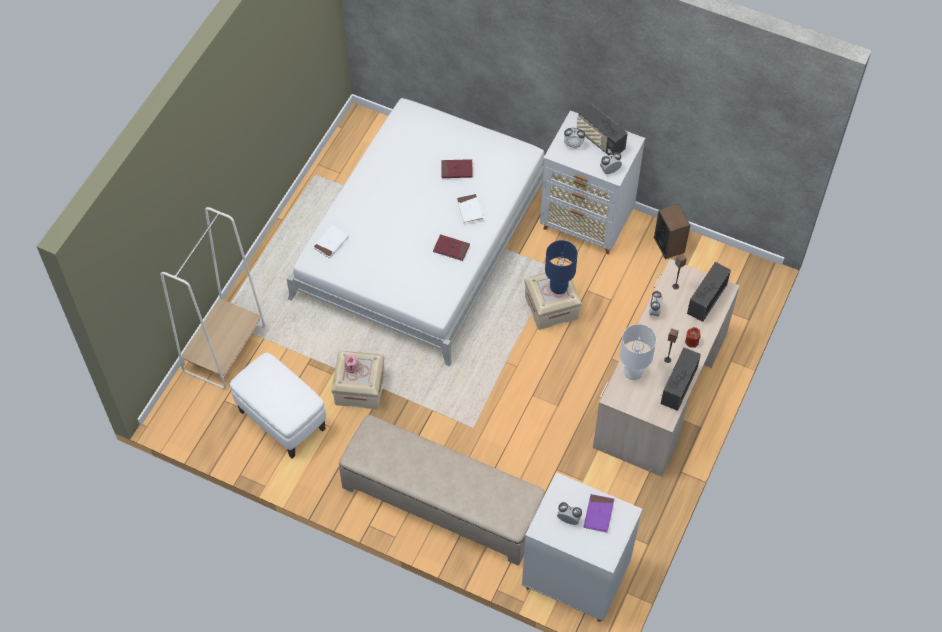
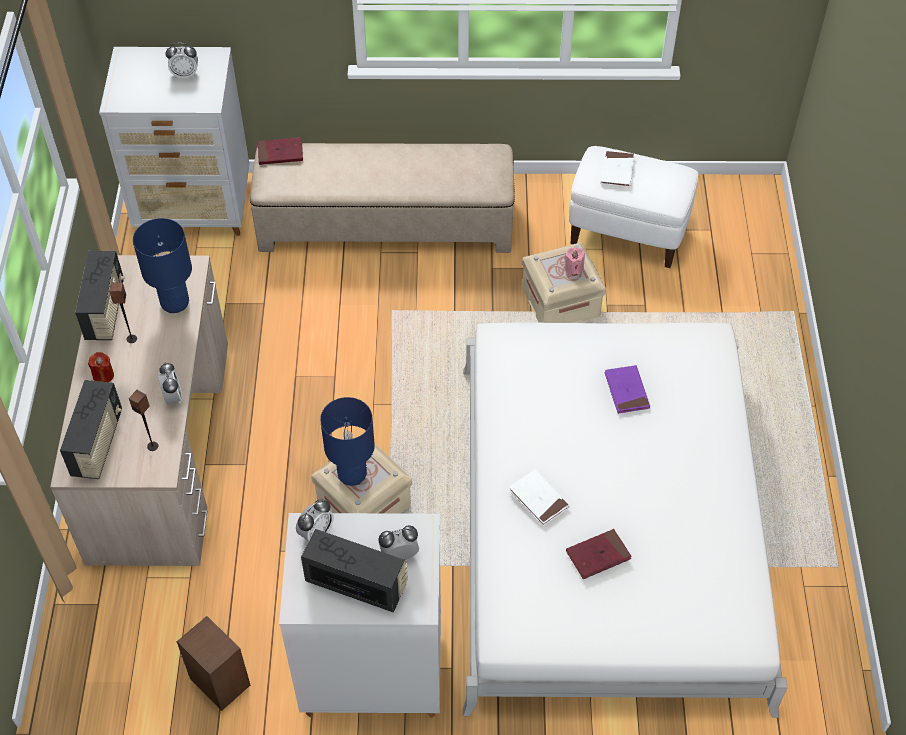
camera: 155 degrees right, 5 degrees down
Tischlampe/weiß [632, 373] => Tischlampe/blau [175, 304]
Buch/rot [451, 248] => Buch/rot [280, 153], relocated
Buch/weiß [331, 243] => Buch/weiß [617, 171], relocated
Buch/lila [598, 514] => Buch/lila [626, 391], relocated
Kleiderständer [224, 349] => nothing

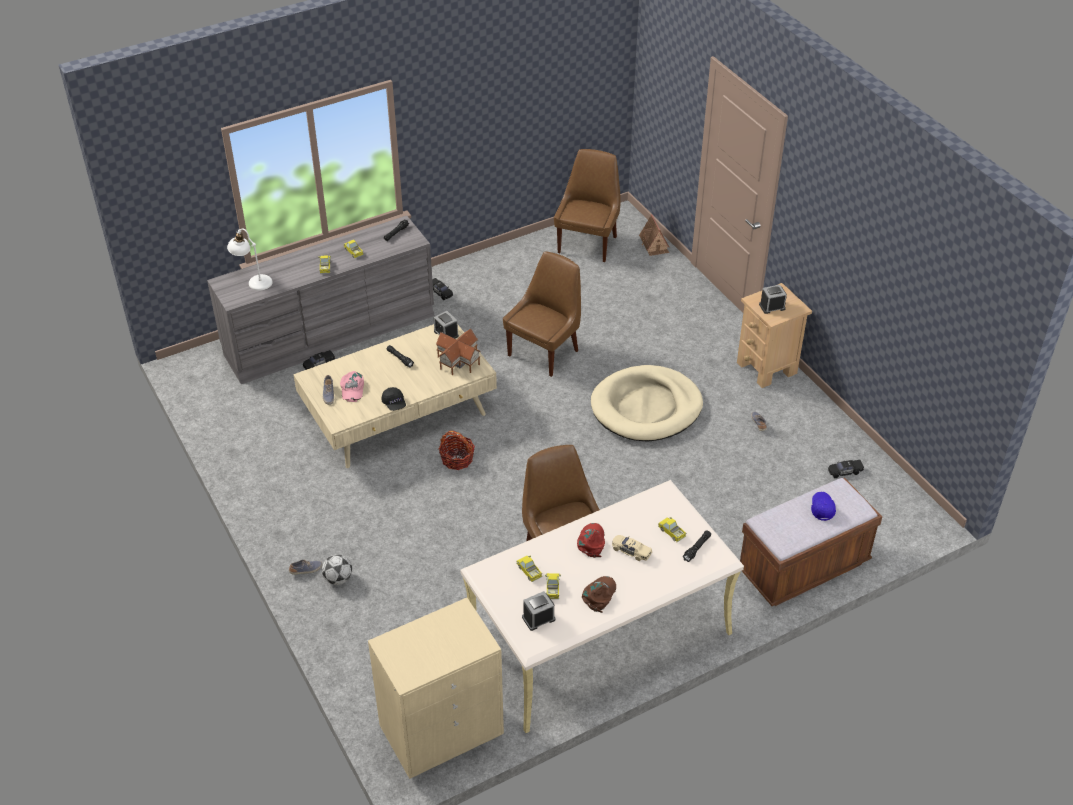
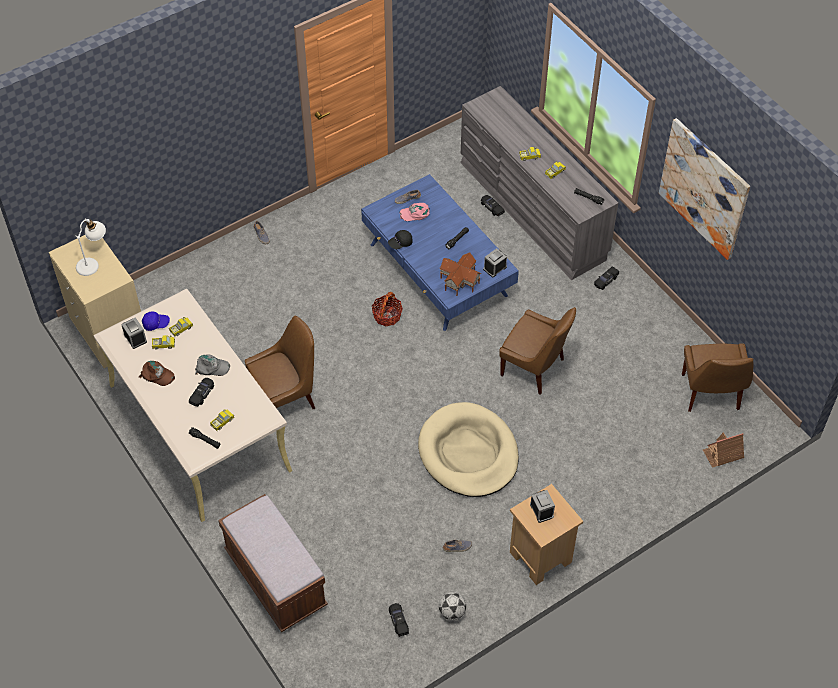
camera: 85 degrees right, 10 degrees up
Tischlampe/weiß [252, 279] => Tischlampe/weiß [93, 260], relocated
Kappe/blau [822, 508] => Kappe/blau [156, 324], relocated
Spielzeugauto/beige [631, 551] => Spielzeugauto/schwarz [202, 394]
Kappe/rot [591, 542] => Kappe/grau [212, 367]
Couchtisch/beige [399, 414] => Couchtisch/blau [437, 270]
Fußball [338, 579] => Fußball [452, 612], relocated
nothing => Bild [704, 188]
Stuhl/braun [588, 243] => Stuhl/braun [710, 394], 75 degrees clockwise

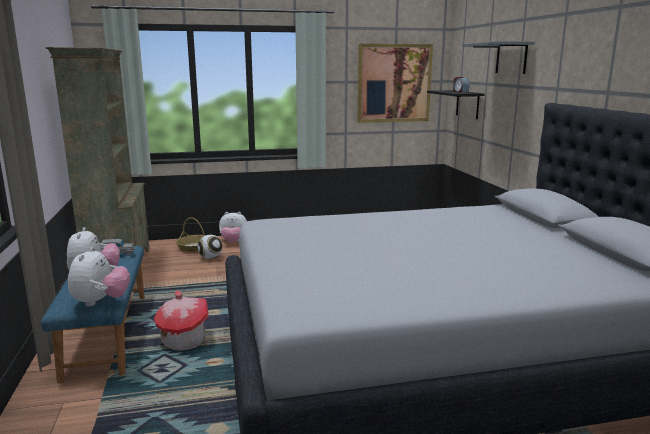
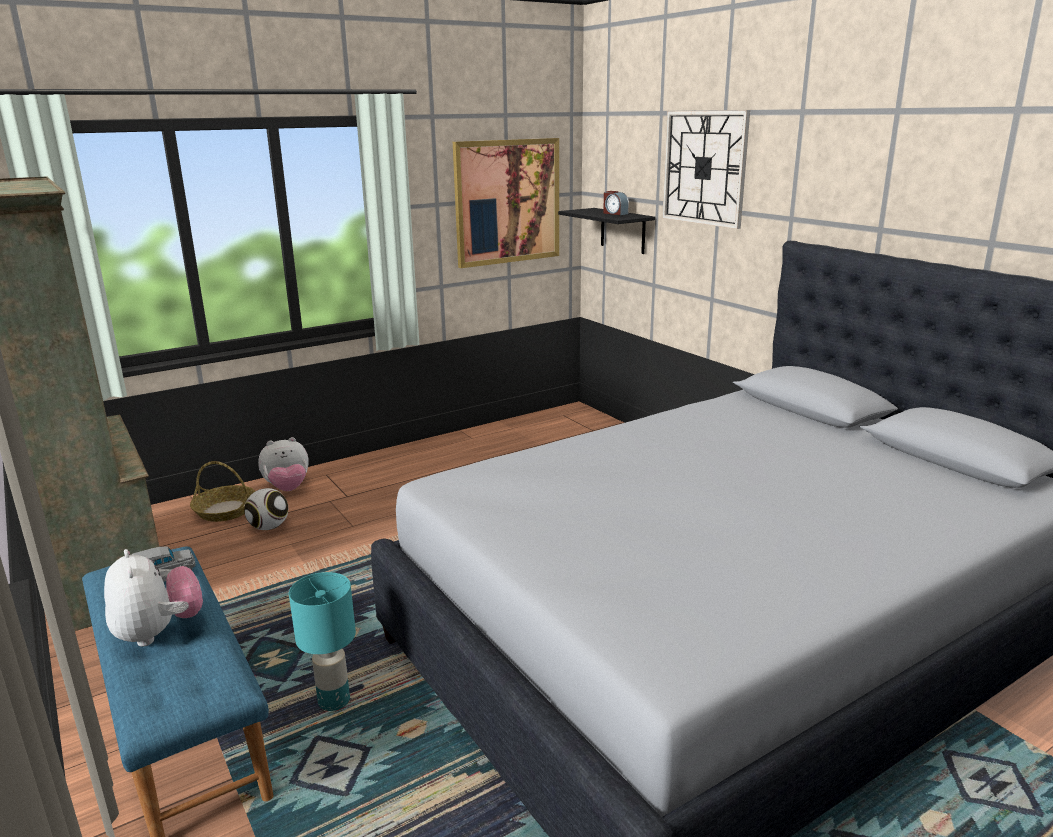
camera: 20 degrees left, 5 degrees up
Spielzeughaus [184, 340] => Tischlampe/türkis [333, 700]
Wandregal/grau [511, 58] => Wanduhr [704, 168]
Plüschtier [101, 302] => nothing

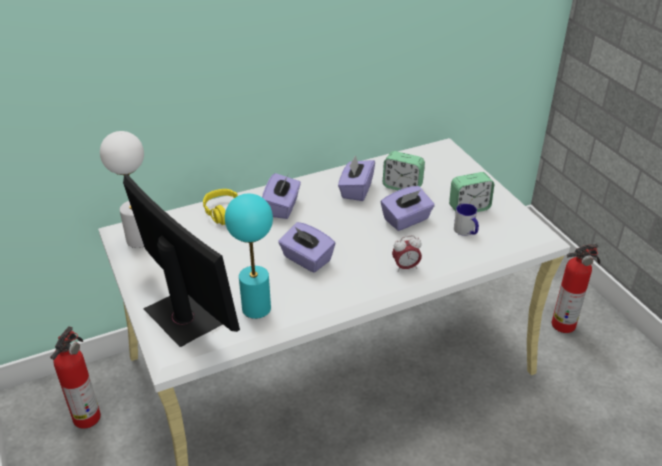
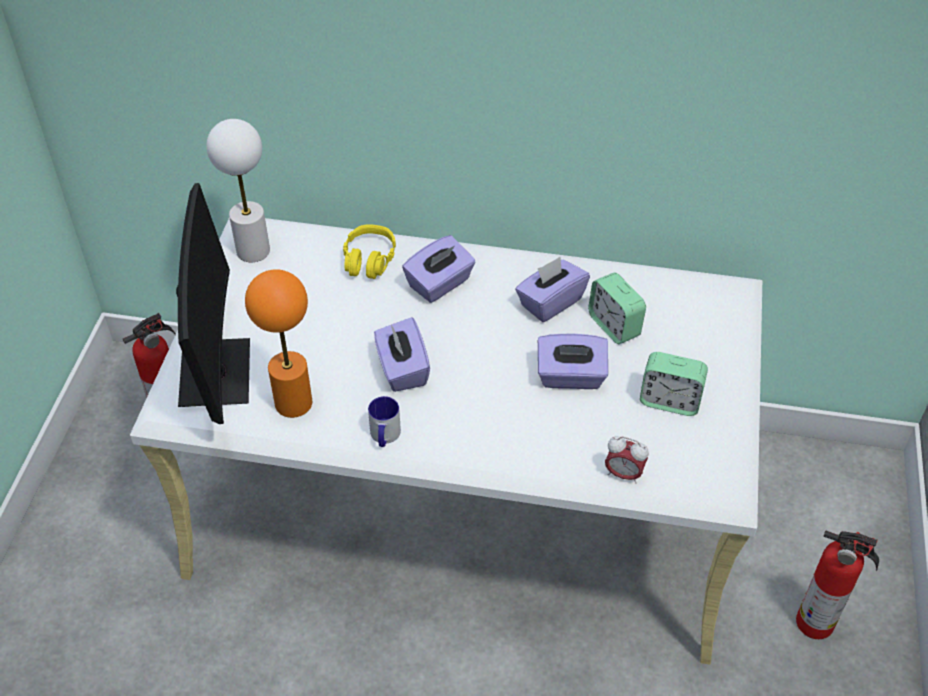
camera: 35 degrees right, 10 degrees up
Tischlampe/türkis [256, 308] => Tischlampe/orange [293, 403]
Henkelbecher [466, 231] => Henkelbecher [384, 436], relocated
Wecker [405, 267] => Wecker [623, 474], relocated

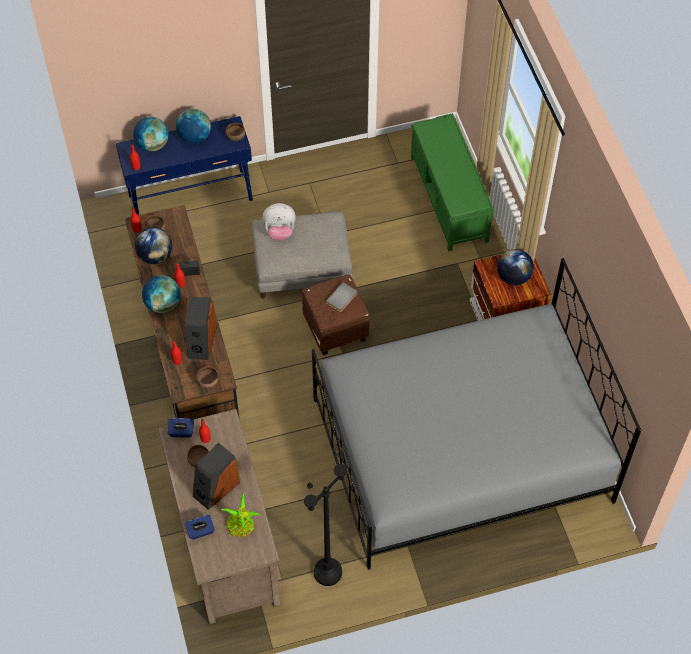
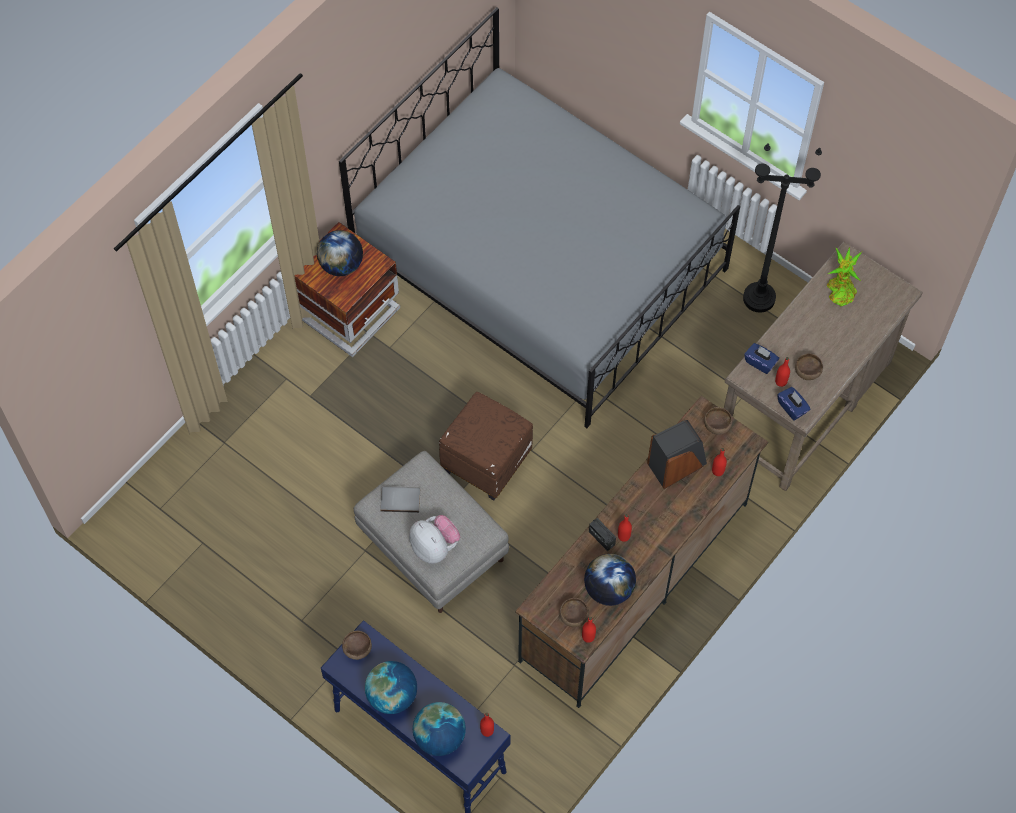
camera: 125 degrees left, 5 degrees up
Buch/grau [342, 298] => Buch/grau [400, 499], relocated
Taschentuchbox/blau [200, 531] => Taschentuchbox/blau [760, 362], relocated
Globus [163, 304] => nothing
Lautsprecher [216, 488] => nothing
Bank/grün [449, 199] => nothing

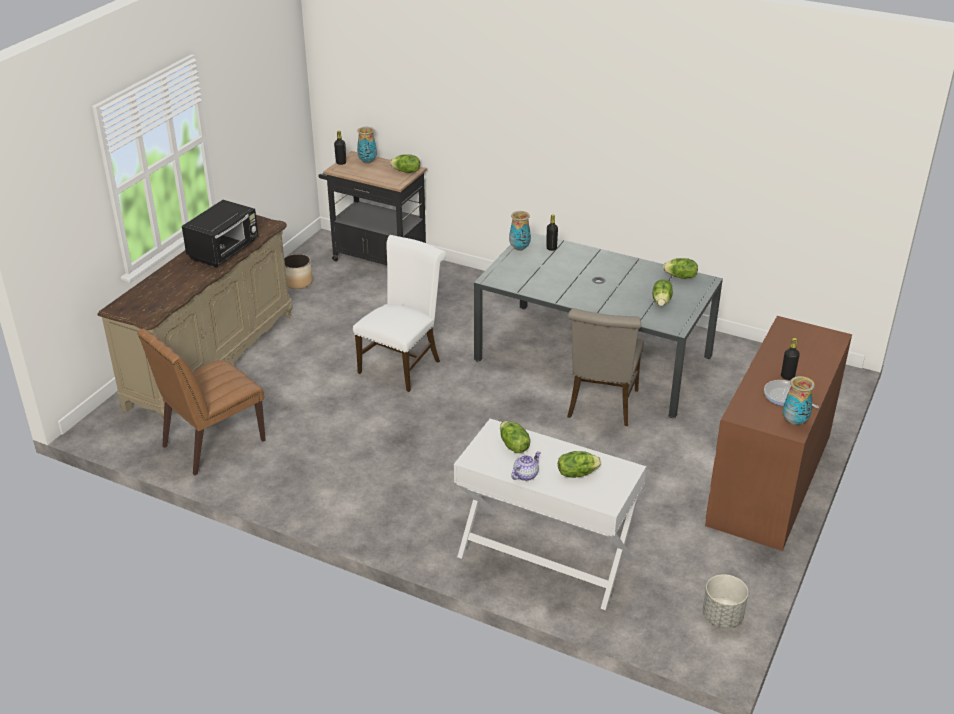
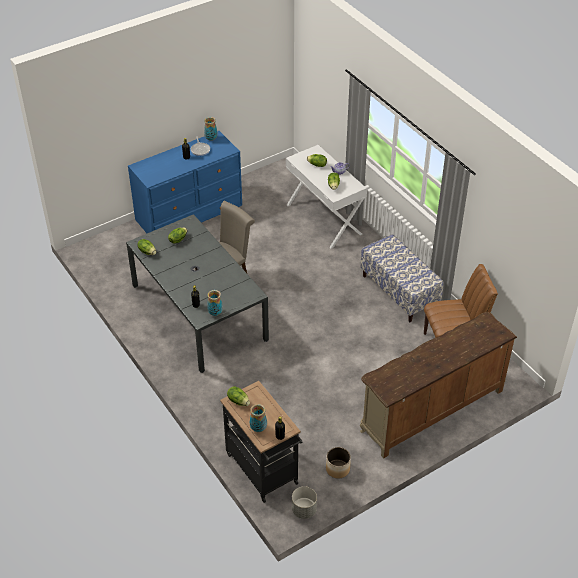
camera: 150 degrees left, 10 degrees up
Kommode/braun [769, 479] => Kommode/blau [189, 212]
Pflanzkübel/grau [722, 616] => Pflanzkübel/grau [304, 510], relocated
nothing => Bank [399, 292]
Mikrowelle/schwarz [224, 251] => nothing
Stuhl/weiß [402, 364] => nothing

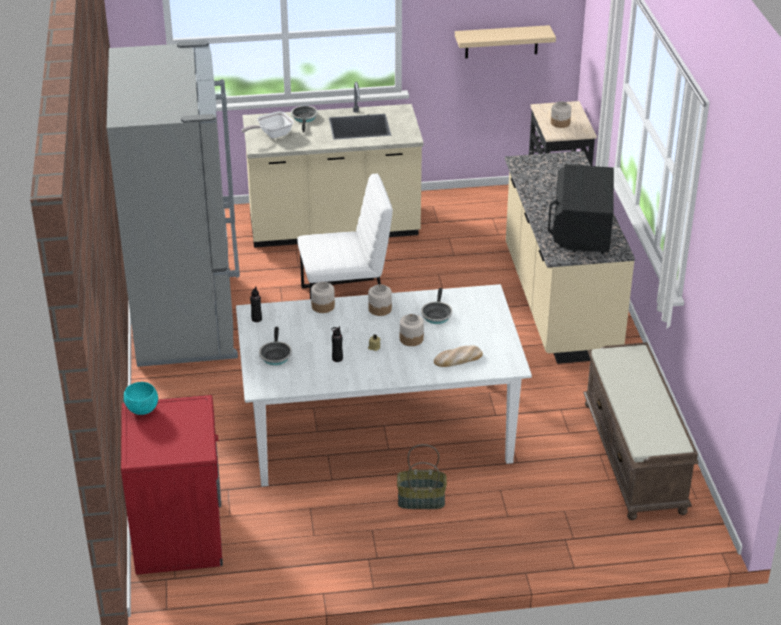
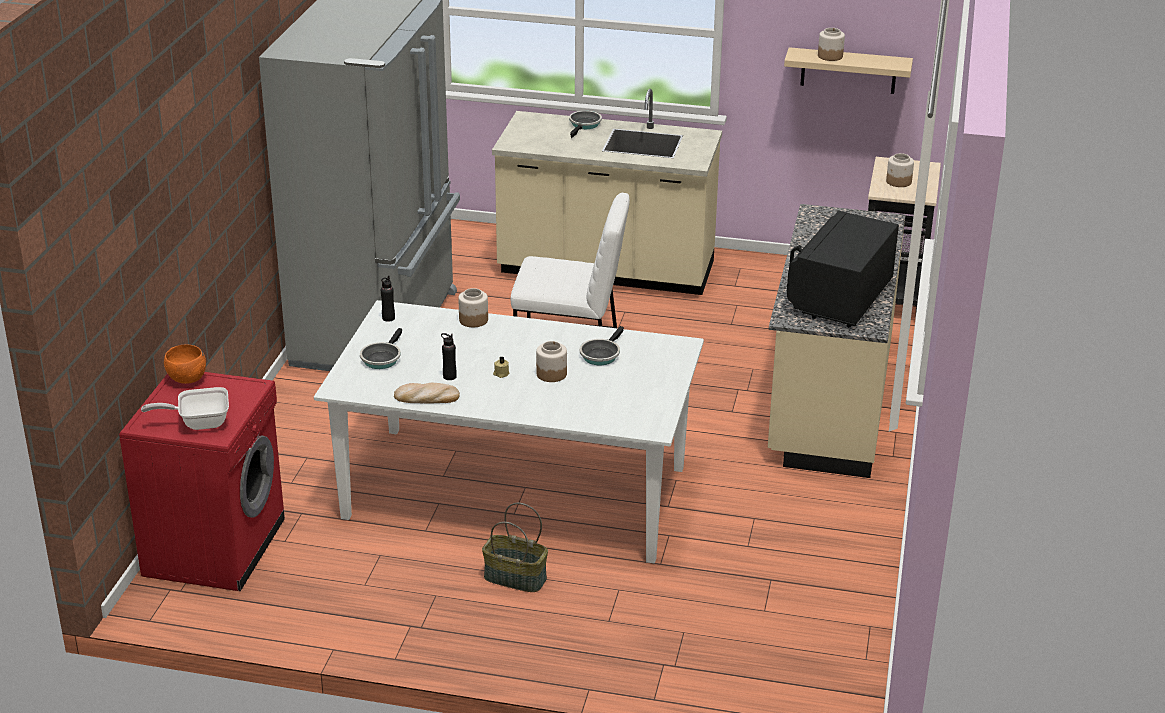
camera: 20 degrees right, 5 degrees down
Pfanne [272, 134] => Pfanne [199, 423], relocated
Schüssel/türkis [142, 410] => Schüssel/orange [187, 380]
Brot [458, 359] => Brot [426, 397], relocated
Vorratsglas [380, 309] => Vorratsglas [830, 56], relocated
Bank/braun [635, 457] => nothing

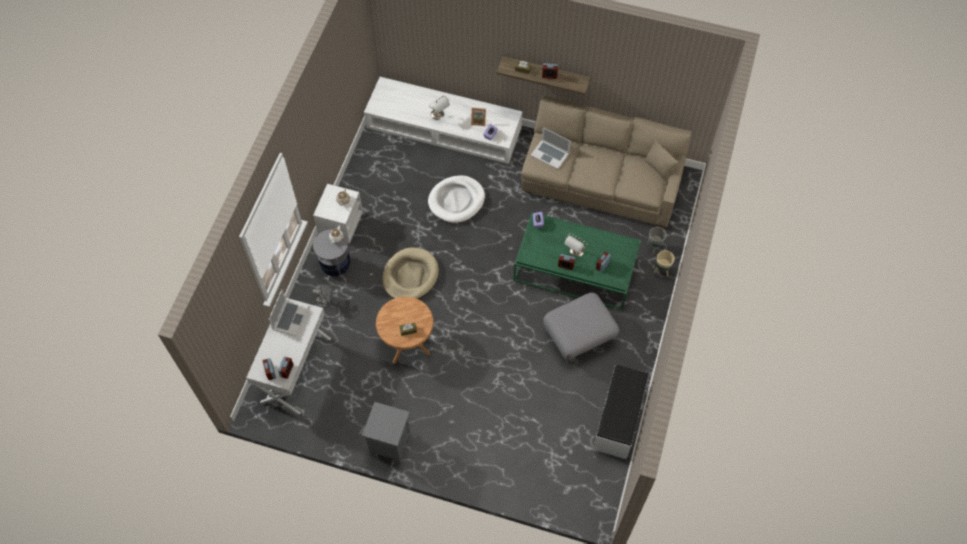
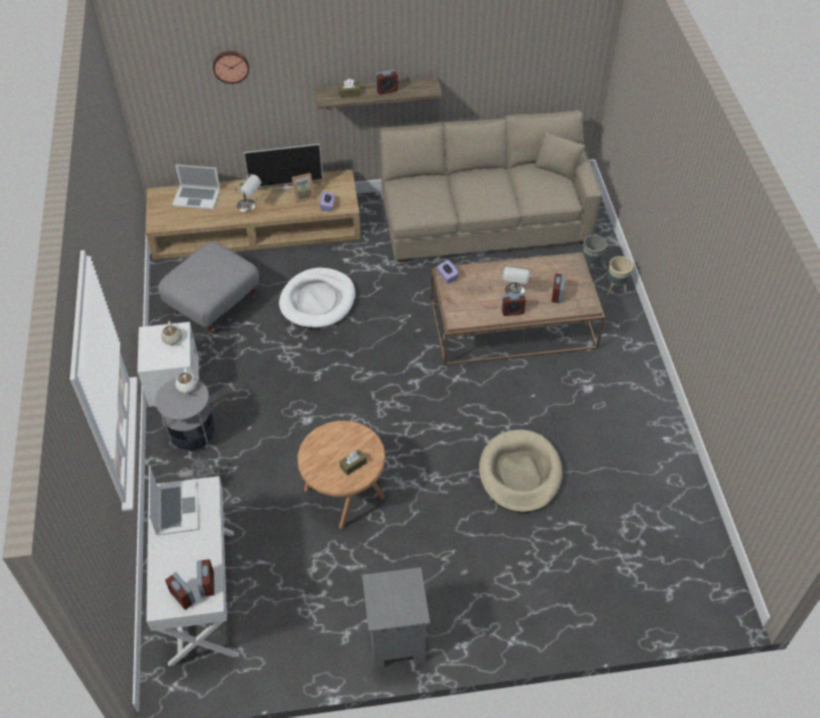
camera: 25 degrees left, 10 degrees down
Fernsehschrank/weiß [444, 127] => Fernsehschrank/braun [256, 226]
Polsterhocker/grau [579, 336] => Polsterhocker/grau [214, 304], relocated
Laptop [550, 154] => Laptop [196, 197], relocated
nothing => Wanduhr [231, 66]
nothing => Fernseher [286, 186]
Couchtisch/grün [575, 269] => Couchtisch/braun [513, 324]
Hundebett/beige [410, 276] => Hundebett/beige [520, 473], relocated
Bank/weiß [619, 419] => nothing

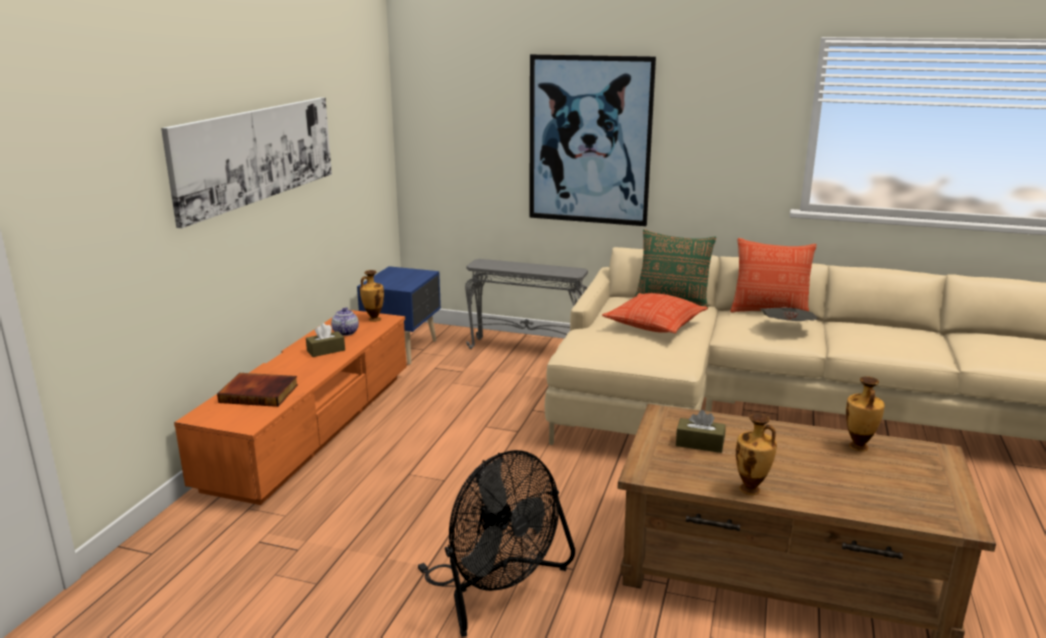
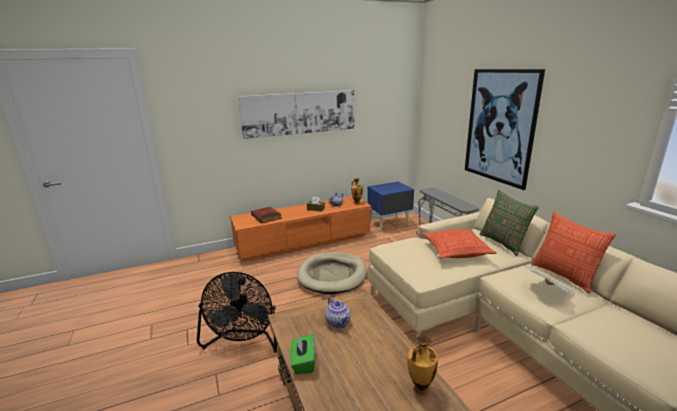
camera: 50 degrees right, 0 degrees up
Vase [751, 490] => Taschentuchbox/grün [303, 362]
nothing => Hundebett/beige [332, 275]
Taschentuchbox/braun [699, 443] => Teekanne [338, 323]

